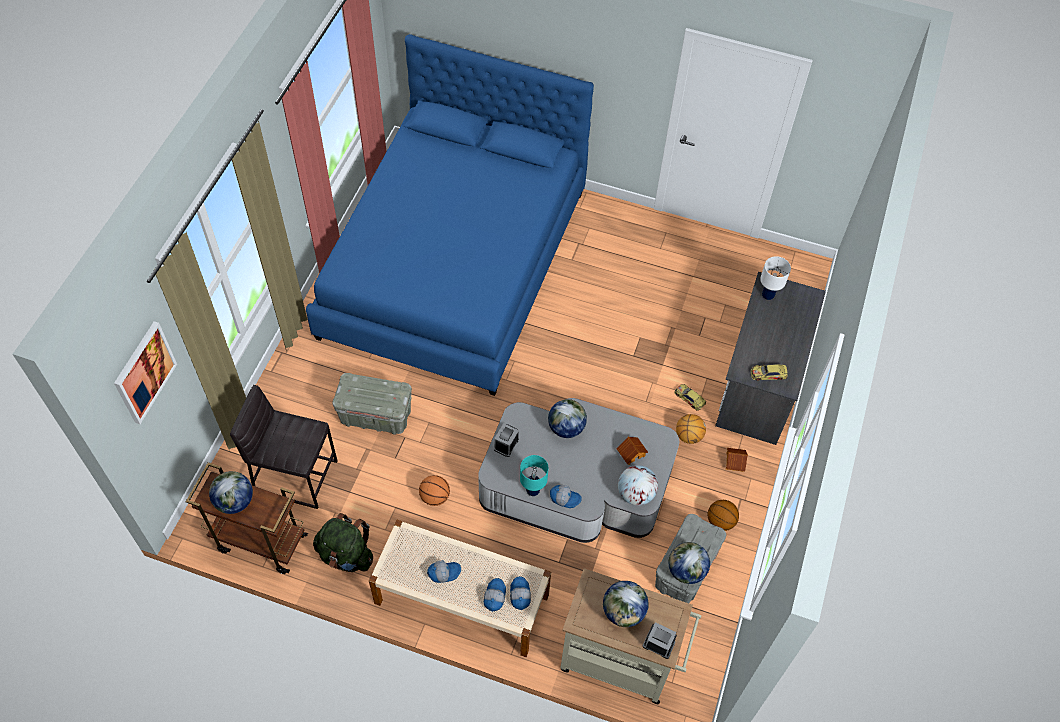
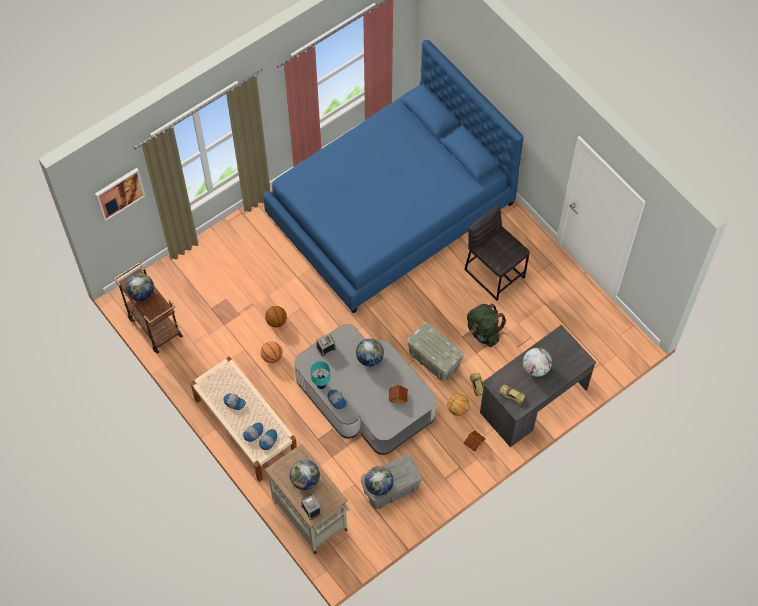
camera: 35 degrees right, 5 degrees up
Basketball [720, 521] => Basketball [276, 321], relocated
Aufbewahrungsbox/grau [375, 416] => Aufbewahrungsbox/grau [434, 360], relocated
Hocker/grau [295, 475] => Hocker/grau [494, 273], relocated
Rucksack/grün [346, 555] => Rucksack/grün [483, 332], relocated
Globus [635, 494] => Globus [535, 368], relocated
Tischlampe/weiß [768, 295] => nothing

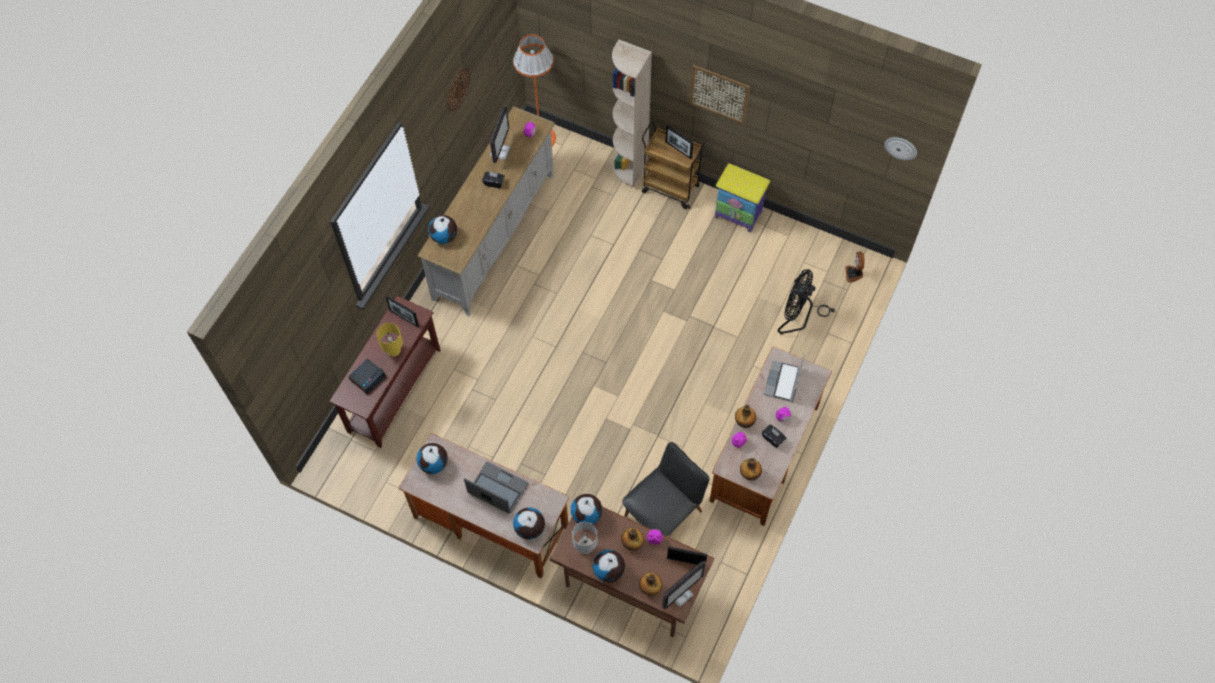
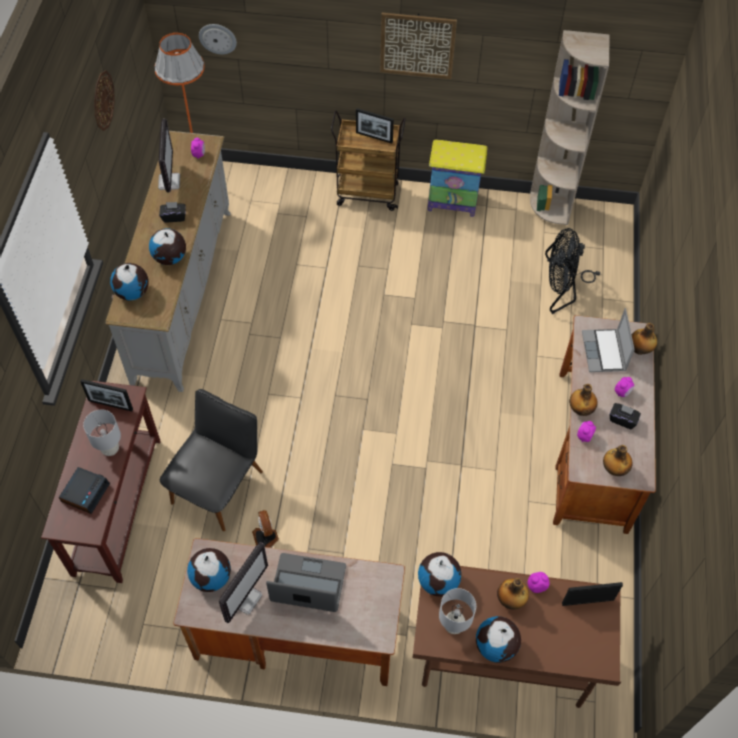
camera: 20 degrees left, 5 degrees down
Tischlampe/gelb [394, 351] => Tischlampe/grau [110, 449]
Globus [530, 529] => Globus [170, 258], relocated
Stuhl/schwarz [663, 513] => Stuhl/schwarz [217, 487], relocated
Wanduhr [901, 147] => Wanduhr [217, 38], relocated
Monitor [680, 593] => Monitor [245, 597], relocated
Ventilator [854, 274] => Ventilator [266, 538], relocated
Bücherregal/beige [628, 171] => Bücherregal/beige [549, 211], relocated
Flasche [650, 588] => Flasche [640, 349], relocated

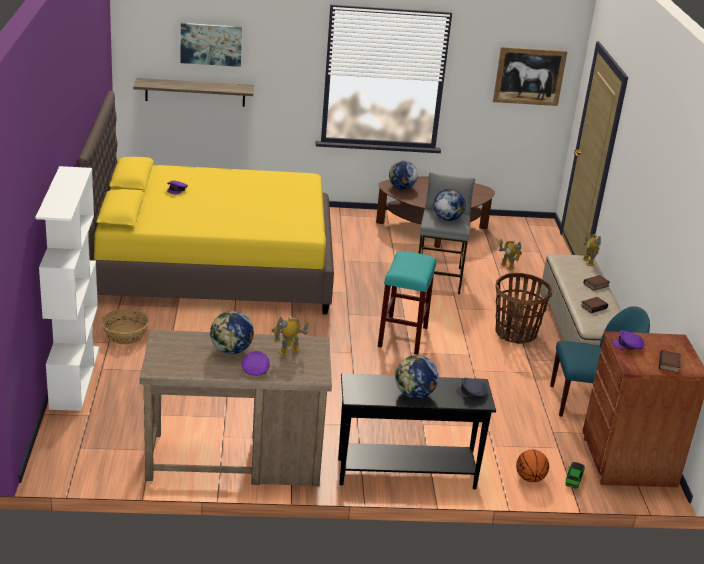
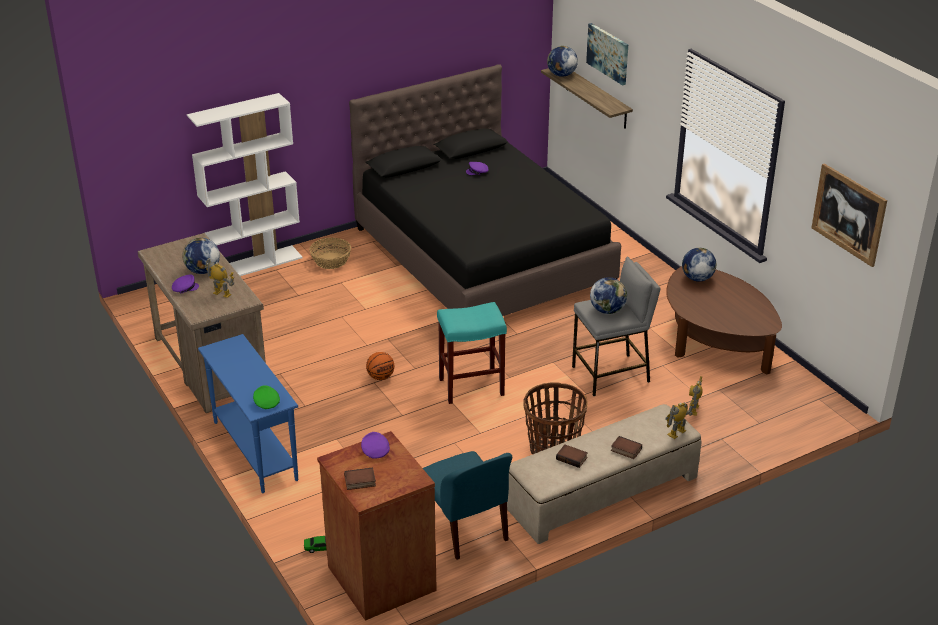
camera: 65 degrees right, 5 degrees up
Konsolentisch/schwarz [405, 475] => Konsolentisch/blau [253, 450]
Kappe/grau [472, 393] => Kappe/grün [266, 402]
Bett/gelb [213, 266] => Bett/schwarz [482, 256]
Basketball [530, 478] => Basketball [380, 377], relocated
Globus [414, 394] => Globus [561, 75], relocated

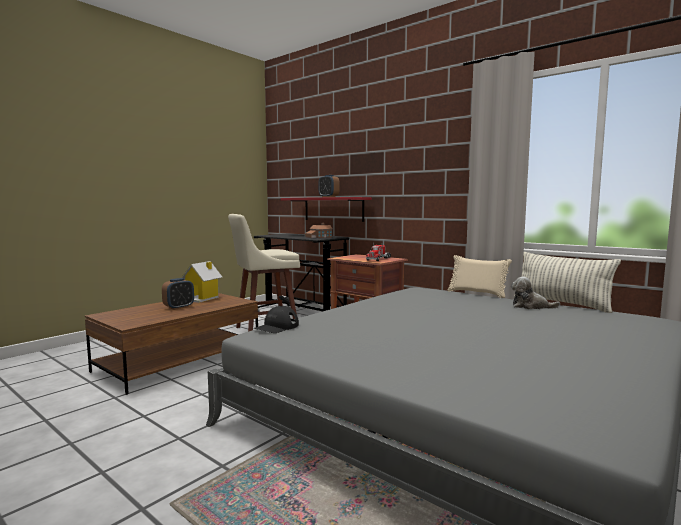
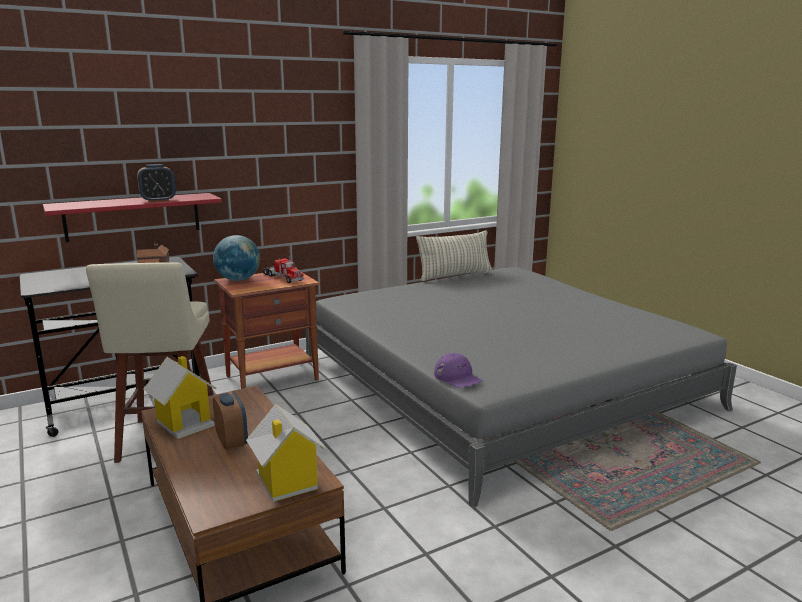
camera: 70 degrees left, 10 degrees up
nothing => Globus [238, 280]
nothing => Spielzeughaus [286, 483]
Kappe/schwarz [276, 327] => Kappe/lila [458, 377]
Kissen/beige [477, 293] => nothing
Plüschtier [530, 306] => nothing

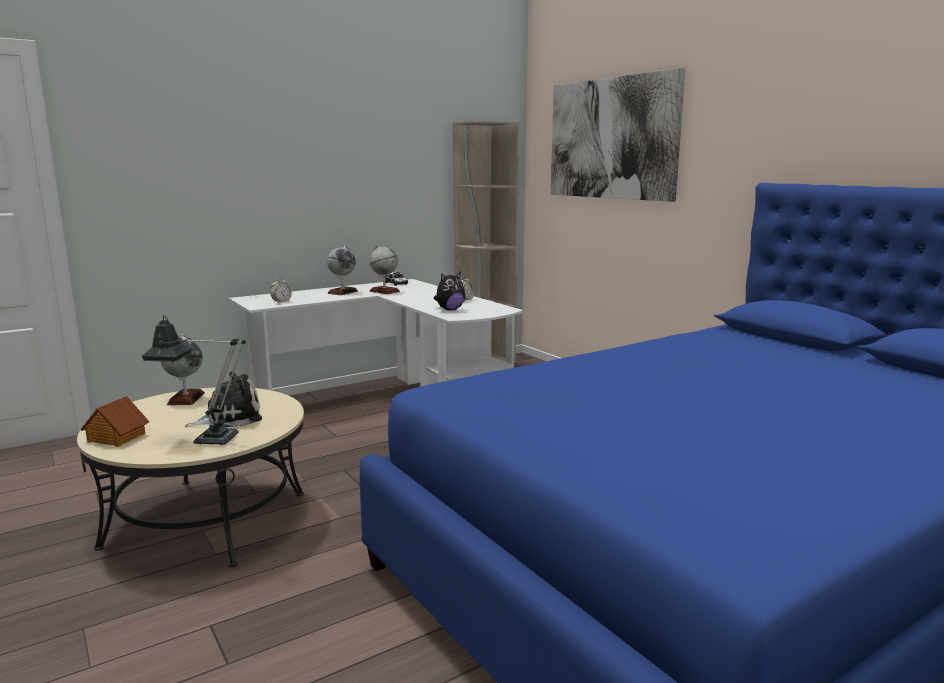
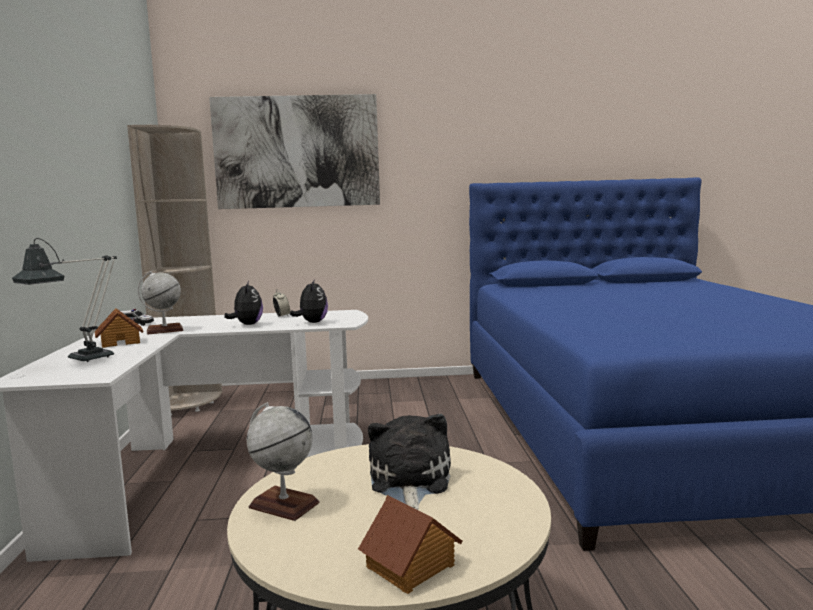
camera: 60 degrees left, 5 degrees down
Tischlampe [206, 439] => Tischlampe [81, 360], relocated
Globus [343, 292] => Spielzeughaus [120, 342]
nothing => Plüschtier [247, 324]
Wecker [281, 302] => nothing

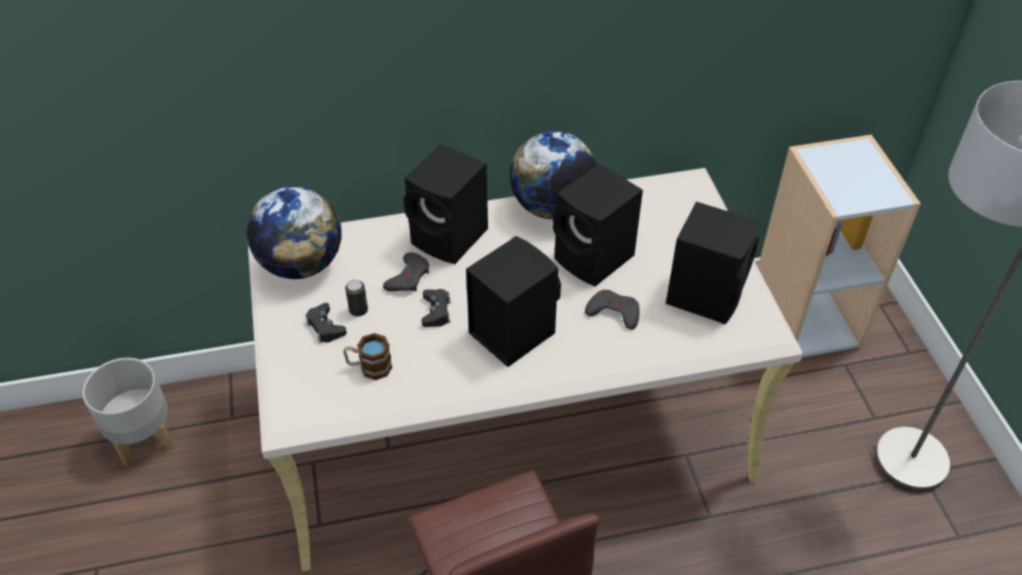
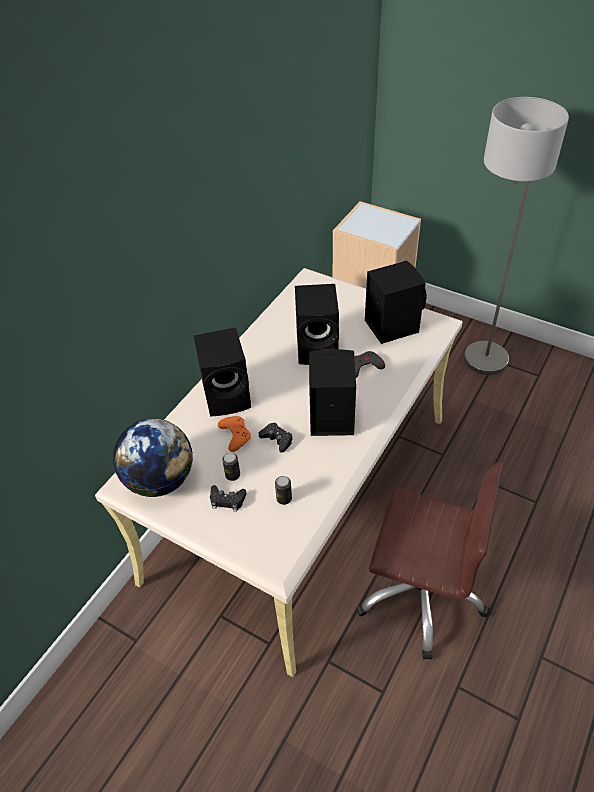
camera: 45 degrees left, 0 degrees up
Gamepad/grau [408, 277] => Gamepad/orange [235, 435]
Henkelbecher [369, 367] => Dose [284, 499]
Pflanzkübel/grau [144, 439] => nothing
Globus [552, 207] => nothing

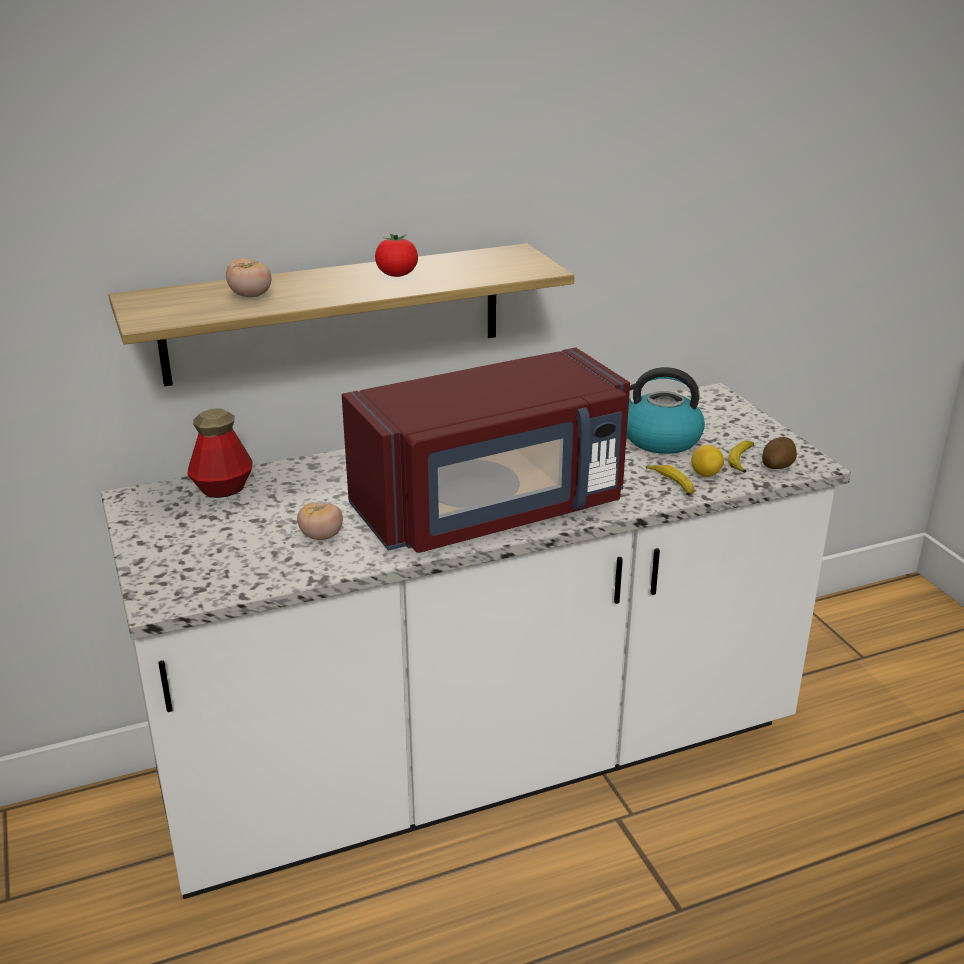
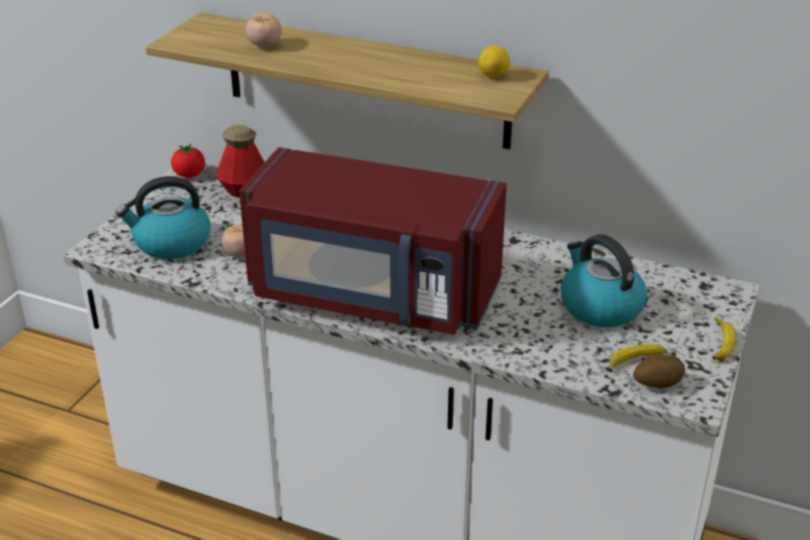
camera: 45 degrees right, 5 degrees up
nothing => Wasserkessel [171, 243]
Tomate [397, 275] => Tomate [189, 175], relocated
Zitrone [705, 474] => Zitrone [493, 76], relocated
Banane [671, 484] => Banane [720, 344], relocated

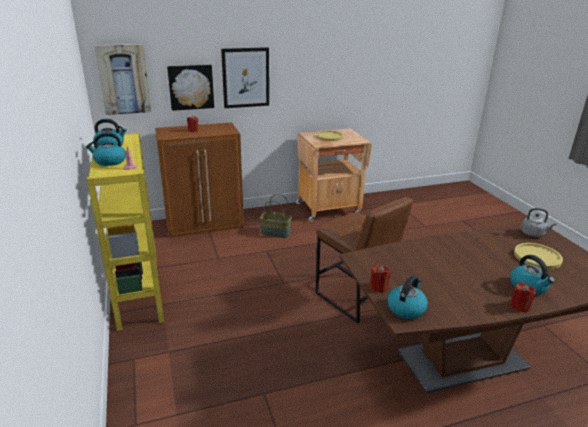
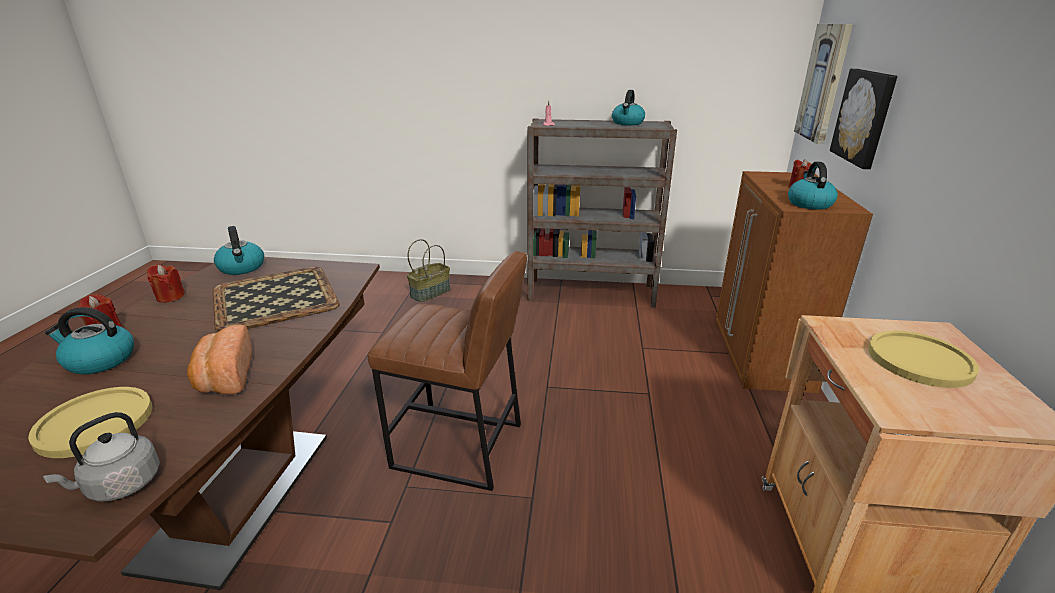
camera: 115 degrees right, 0 degrees up
Kerze/rot [378, 287] => Kerze/rot [170, 297], relocated
nothing => Brot [224, 377]
nothing => Tablett [276, 298]
Stuhl/braun [356, 297] => Stuhl/braun [460, 446], 150 degrees counterclockwise
Korb [275, 233] => Korb [430, 293], relocated
Bücherregal/gelb [138, 291] => Bücherregal/grau [591, 293]
Wasserkessel [109, 161] => Wasserkessel [809, 204], relocated
Bild [245, 77] => nothing

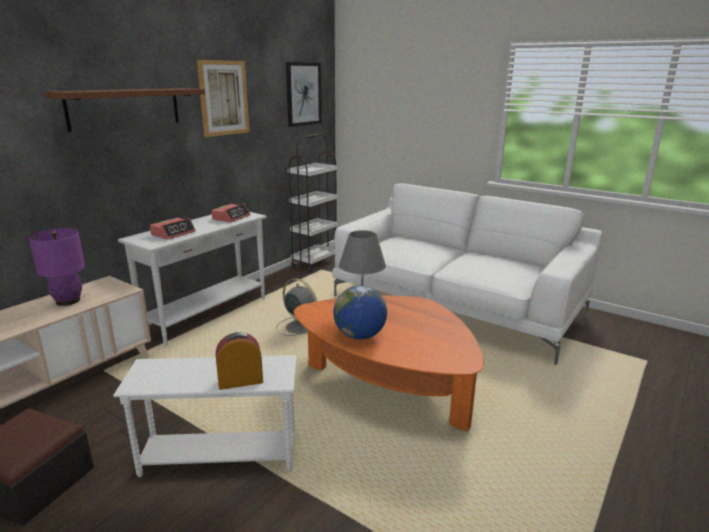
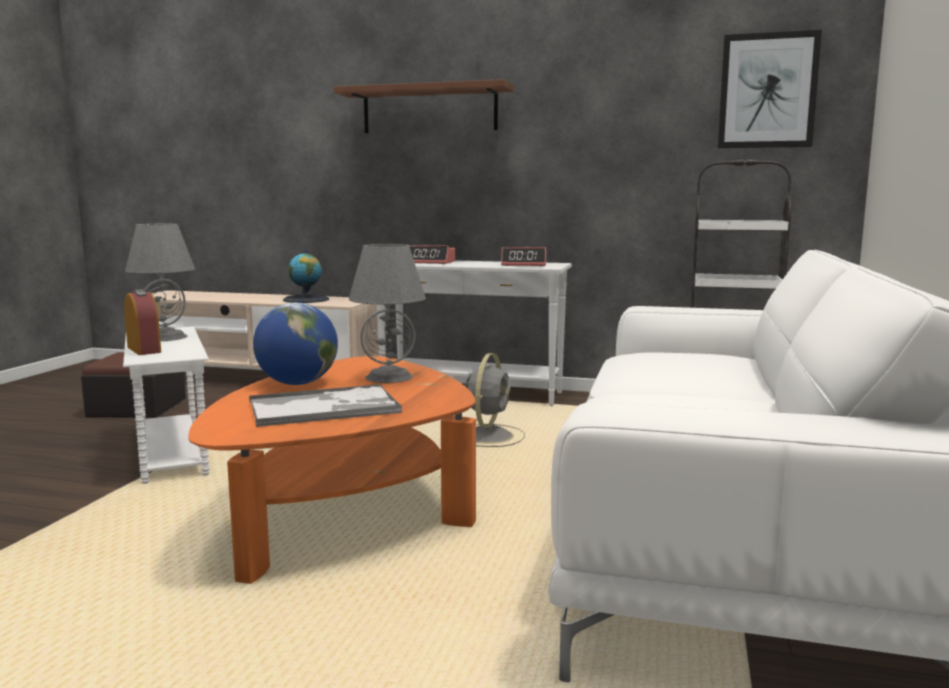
camera: 70 degrees right, 10 degrees down
nothing => Tischlampe/grau [166, 337]
nothing => Tablett [325, 407]
Tischlampe/lila [68, 301] => Globus [306, 299]
Bild [224, 98] => nothing

